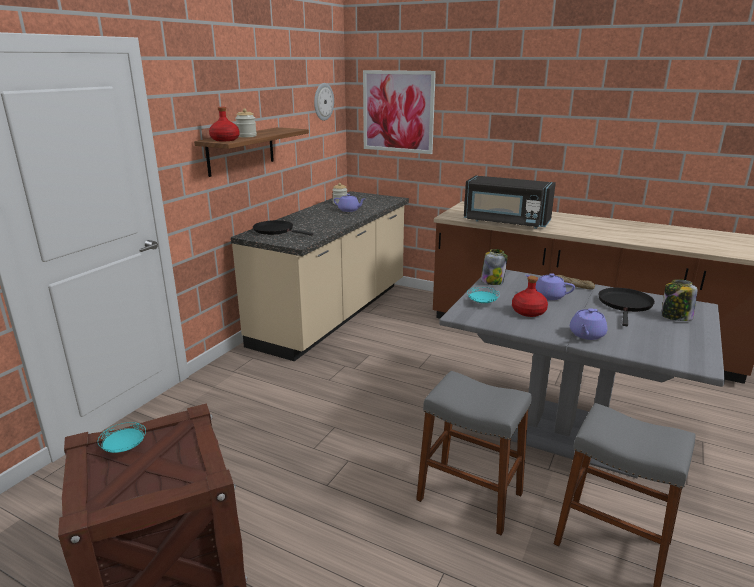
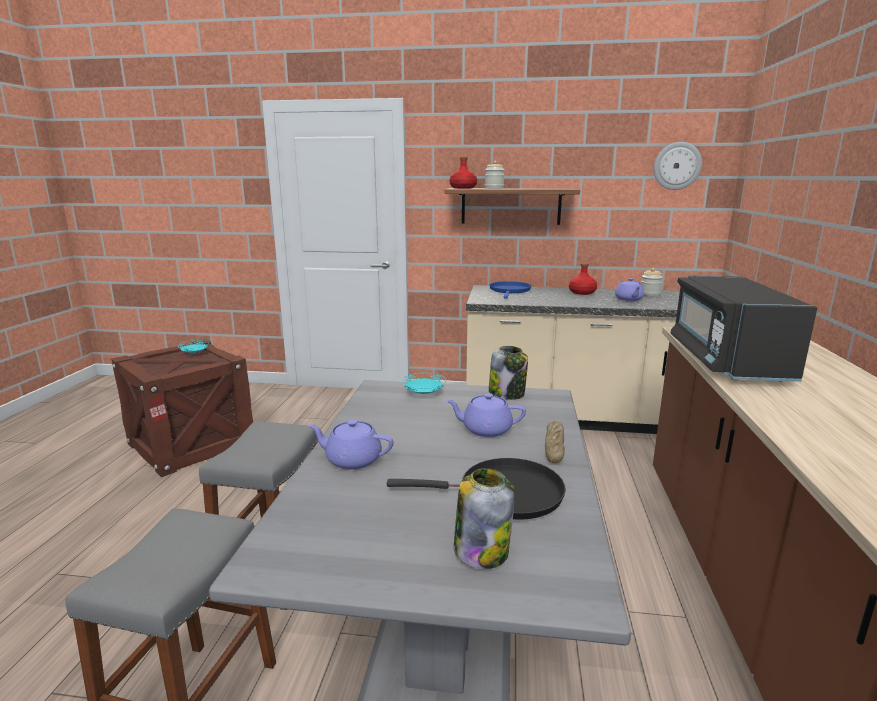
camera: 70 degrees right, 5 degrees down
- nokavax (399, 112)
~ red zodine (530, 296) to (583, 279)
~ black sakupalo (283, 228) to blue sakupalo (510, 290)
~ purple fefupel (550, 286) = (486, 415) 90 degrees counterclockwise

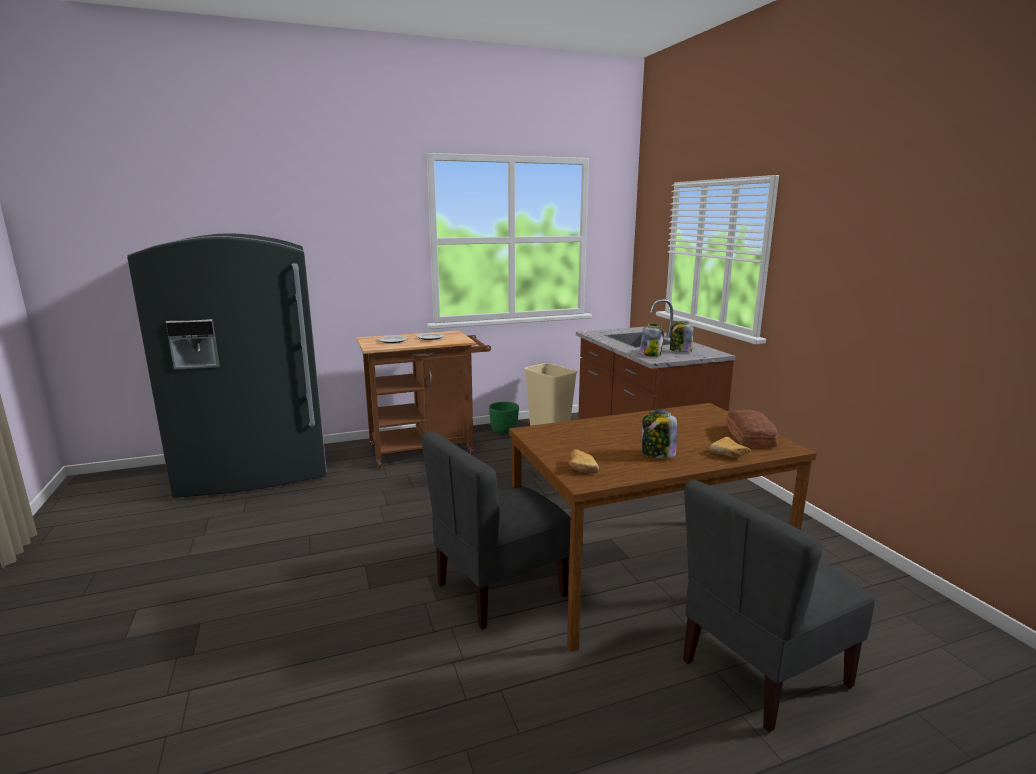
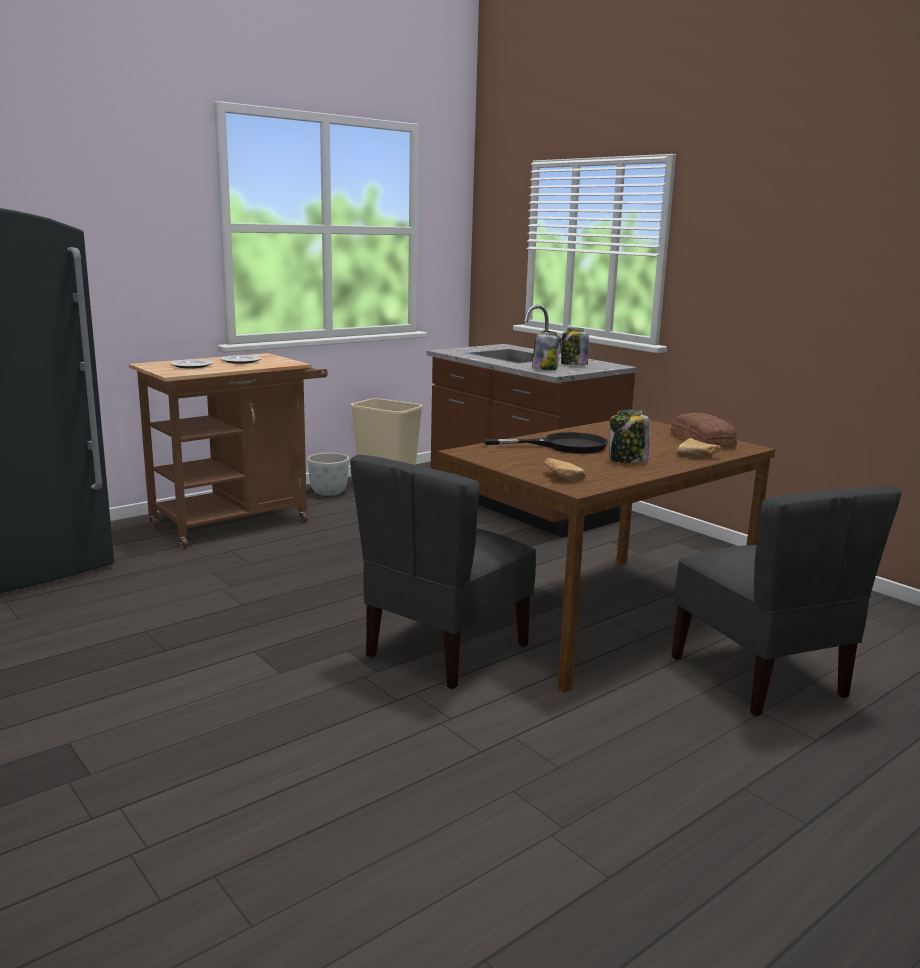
camera: 20 degrees left, 0 degrees up
+ black sakupalo (546, 443)
~ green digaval (504, 418) to grey digaval (328, 474)
~ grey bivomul (779, 606) = (786, 601) 60 degrees counterclockwise

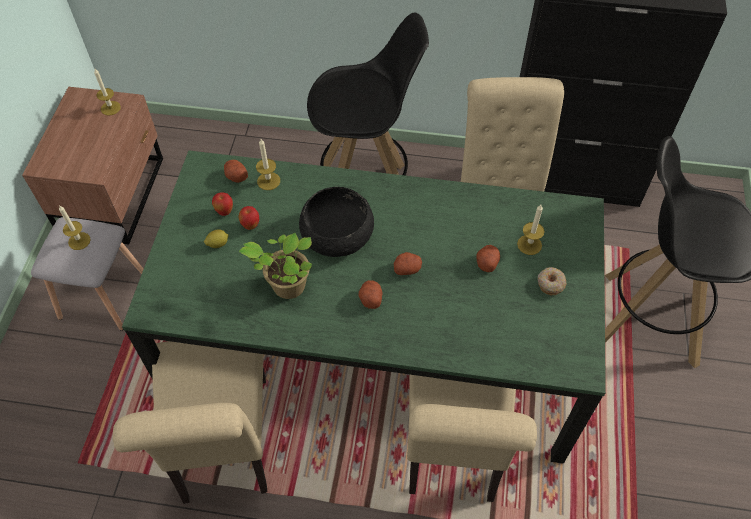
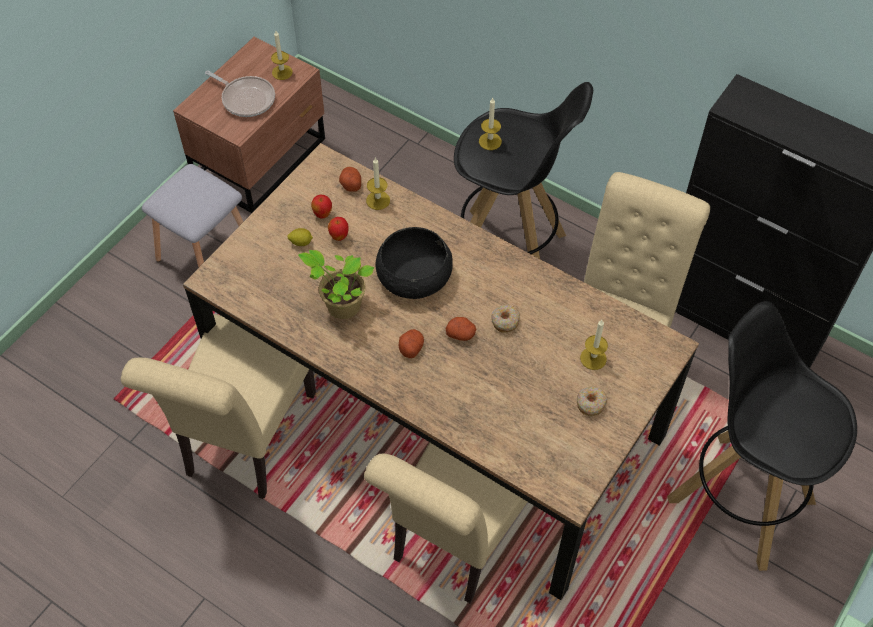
camera: 25 degrees right, 0 degrees up
- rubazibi (488, 258)
+ sakupalo (240, 93)
+ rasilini (505, 319)
~ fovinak (75, 227) to (490, 124)
~ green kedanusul (364, 307) to brown kedanusul (441, 371)

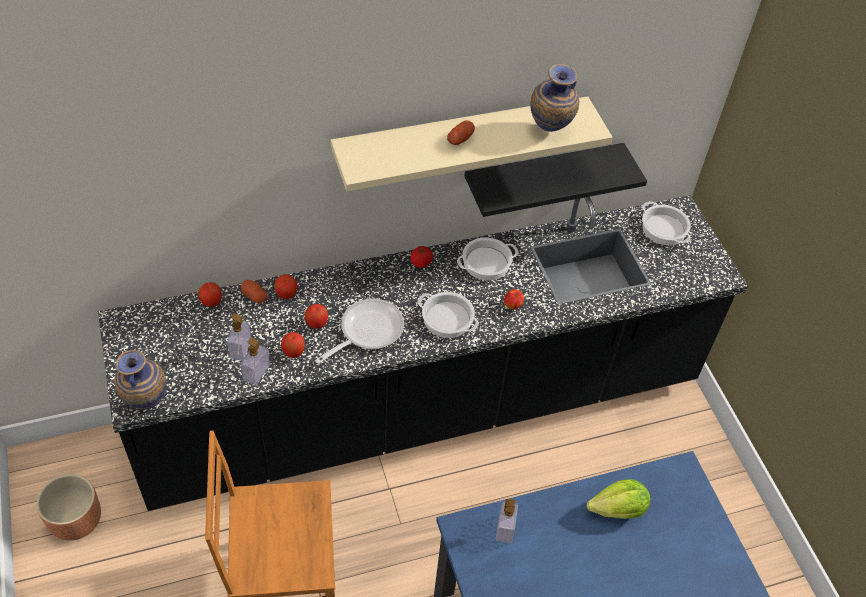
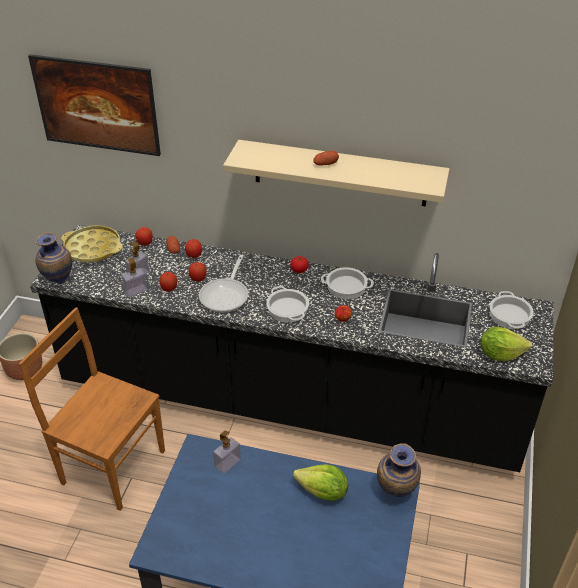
camera: 35 degrees right, 10 degrees down
- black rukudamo (555, 180)
+ nokavax (94, 119)
+ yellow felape (92, 244)
+ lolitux (506, 344)
~ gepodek (555, 98) to (399, 470)
~ sakupalo (359, 331) = (223, 284) 120 degrees clockwise

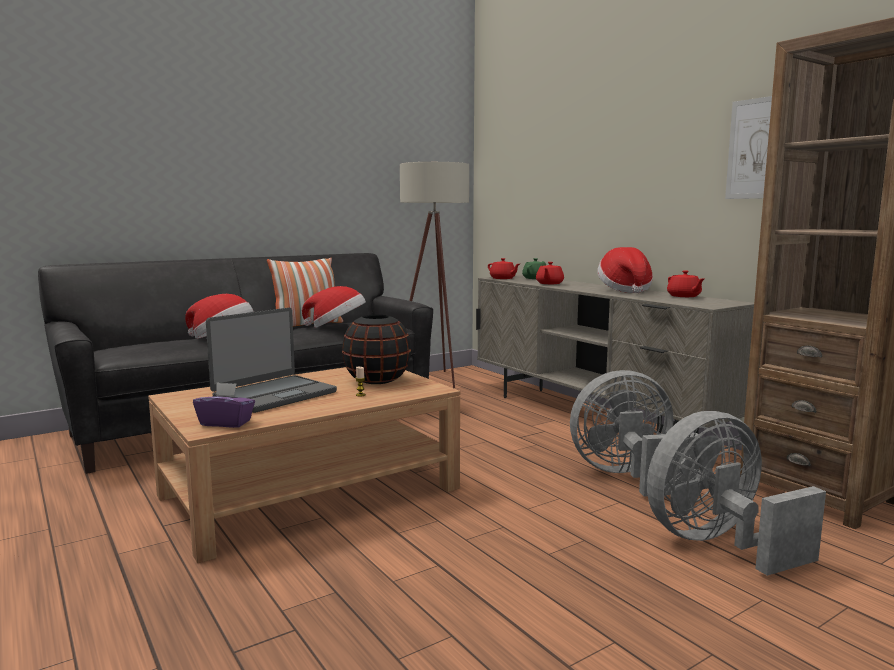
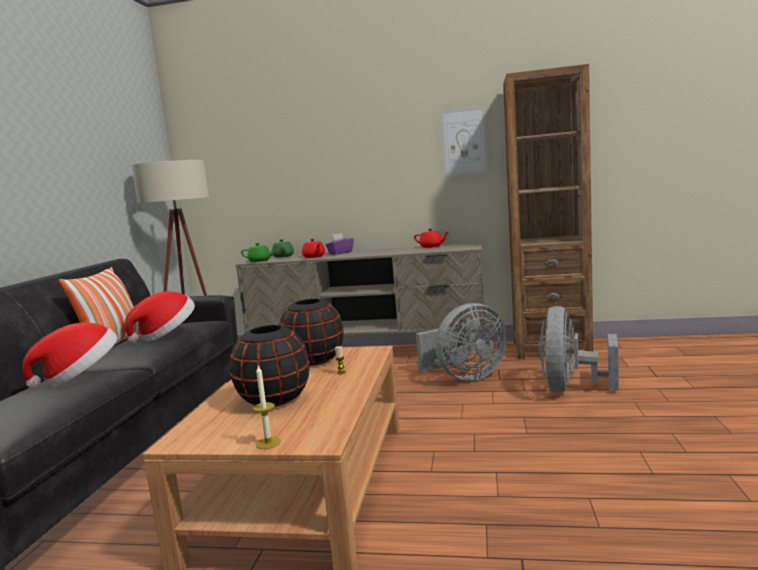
camera: 45 degrees left, 0 degrees up
- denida (625, 270)
+ fovinak (267, 407)
~ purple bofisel (224, 405) to (340, 244)
~ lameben (271, 360) to black gepodek (270, 366)
~ red fefupel (504, 268) to green fefupel (259, 252)
~ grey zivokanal (636, 433) = (461, 342) 150 degrees counterclockwise

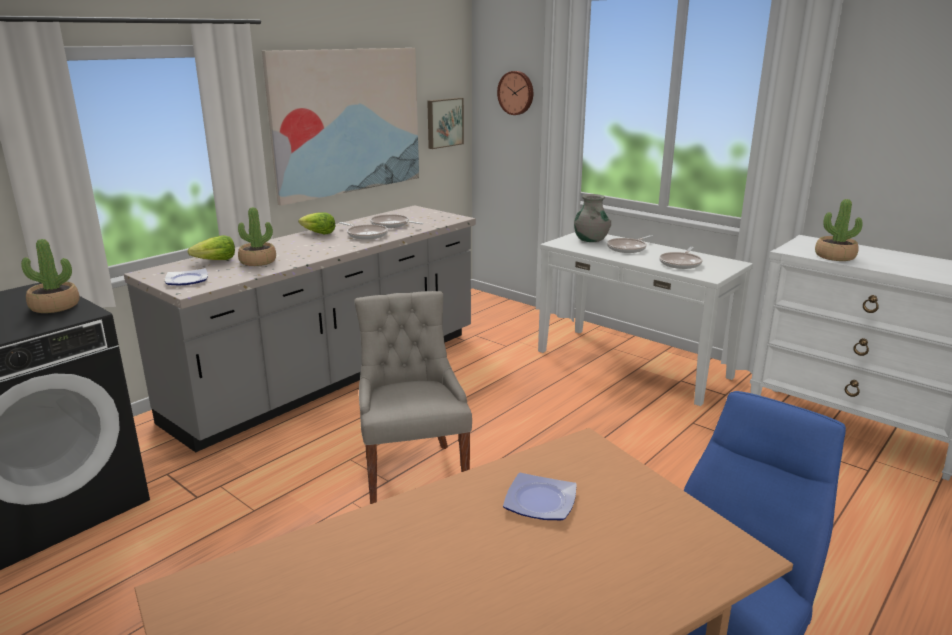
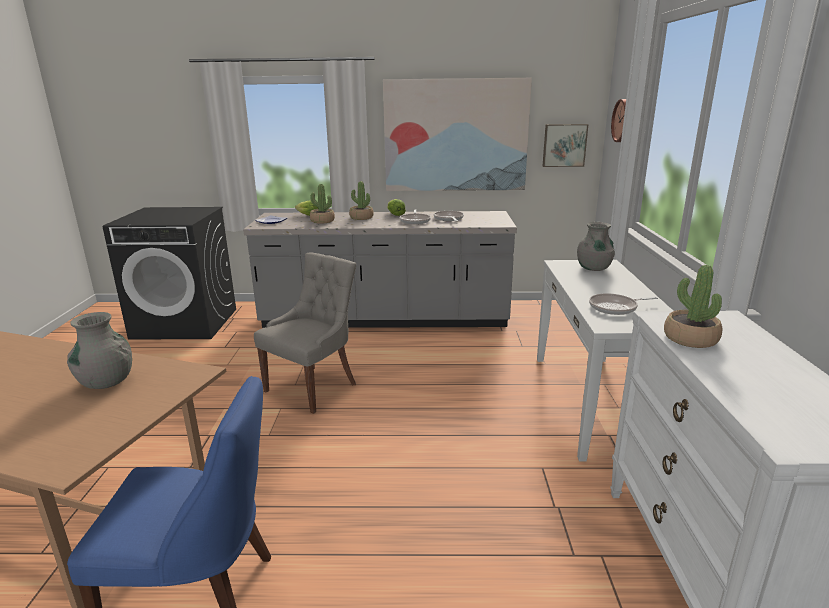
camera: 50 degrees right, 0 degrees up
- sakupalo (630, 244)
~ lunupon (50, 276) to (361, 200)
~ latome (540, 496) to grey gepodek (99, 350)

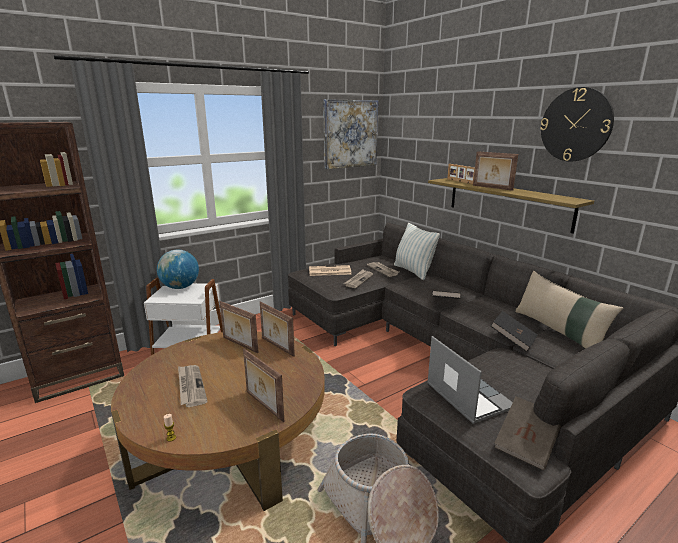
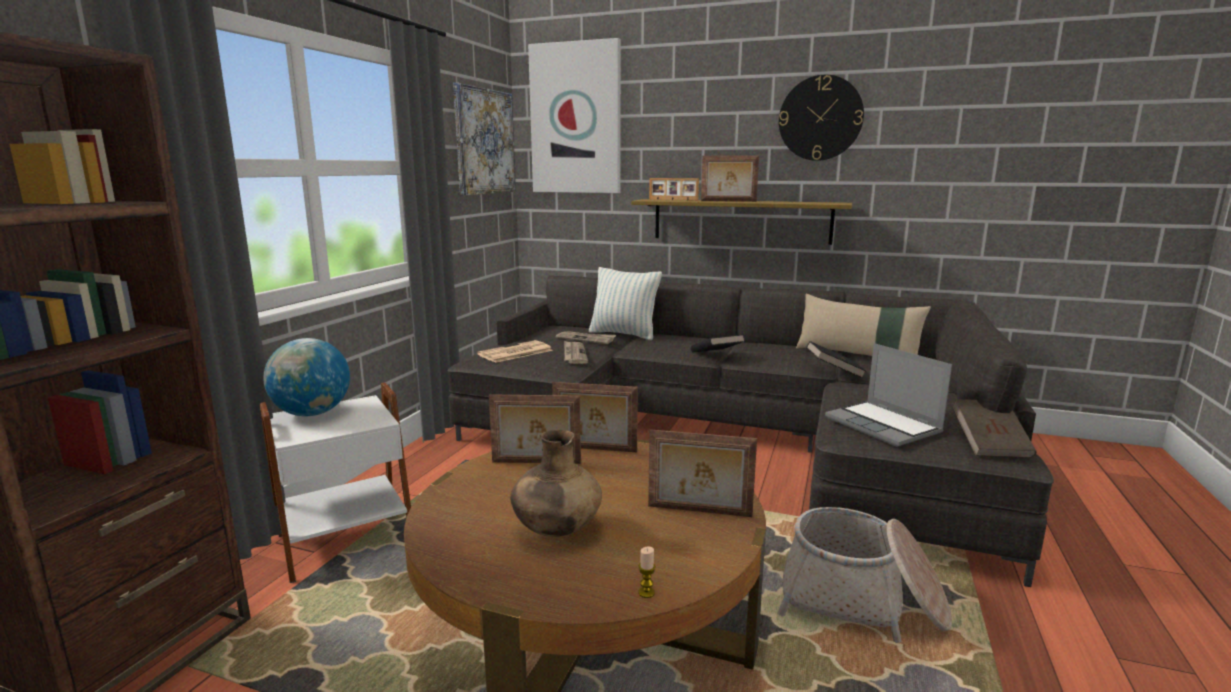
camera: 35 degrees left, 5 degrees down
+ nokavax (574, 115)
~ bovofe (193, 386) to brown gepodek (556, 483)
~ lameben (470, 380) = (888, 395) 150 degrees counterclockwise

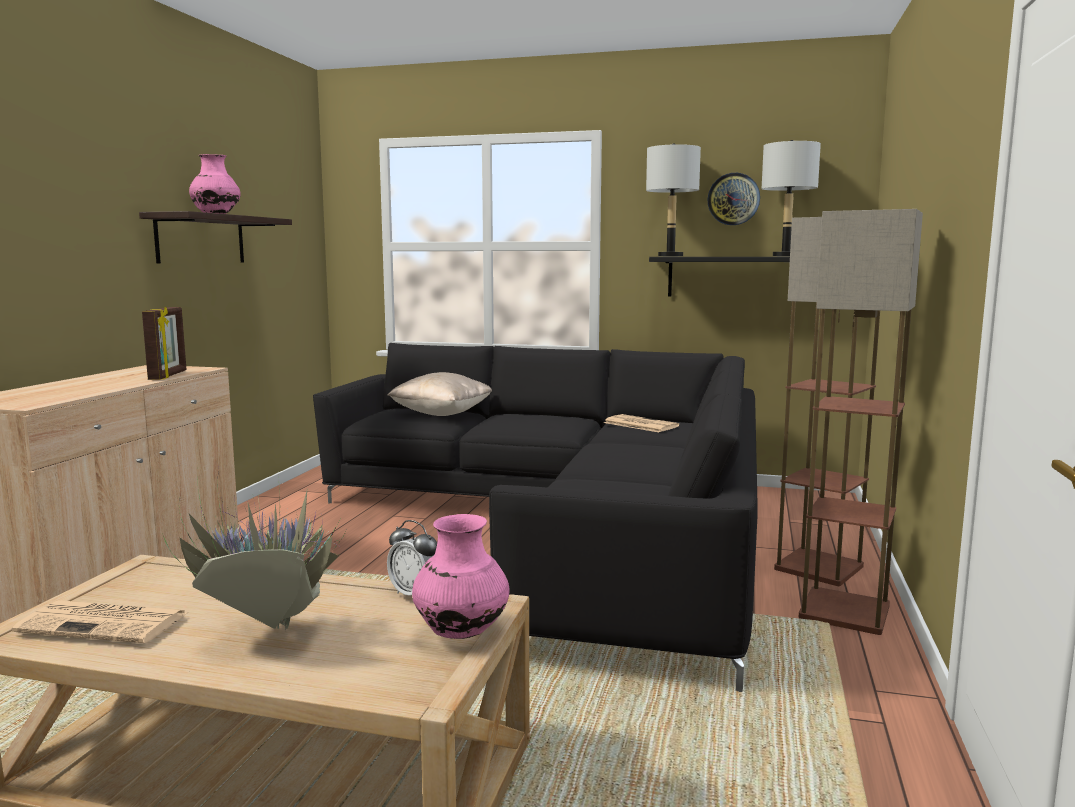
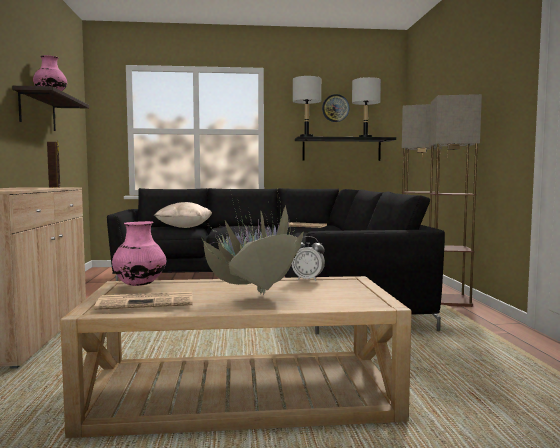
camera: 20 degrees left, 5 degrees down
~ pink gepodek (460, 576) to (139, 253)

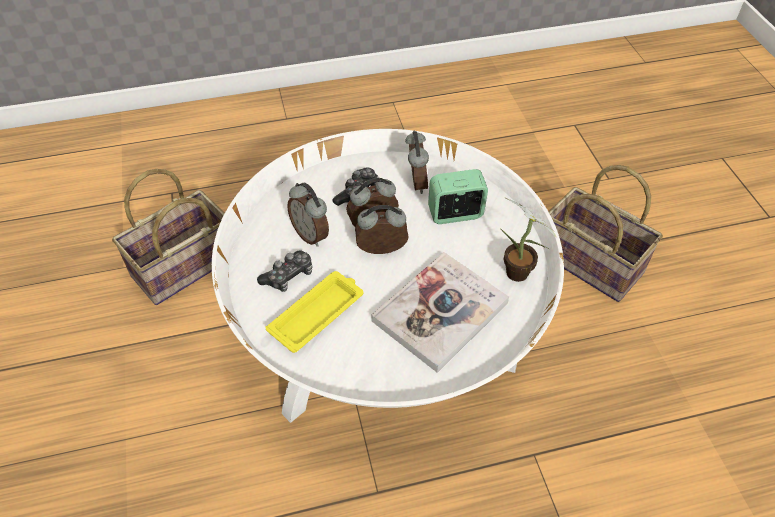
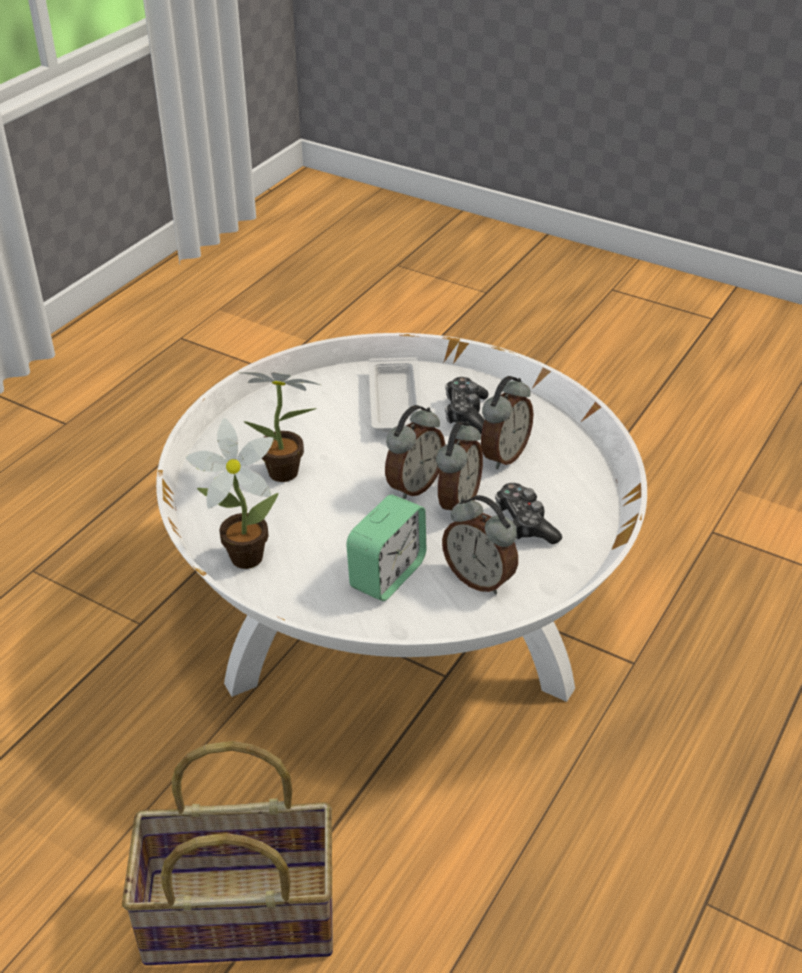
camera: 135 degrees right, 10 degrees down
- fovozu (168, 237)
~ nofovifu (440, 312) to lunupon (281, 427)
~ yellow felape (315, 312) to white felape (396, 394)
~ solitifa (308, 215) = (507, 422) 120 degrees clockwise

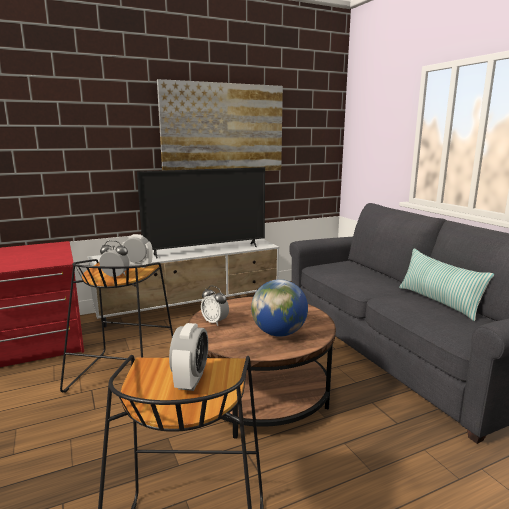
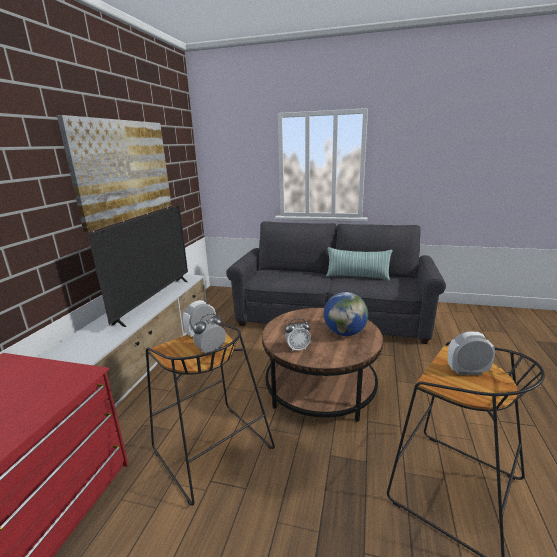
camera: 50 degrees left, 5 degrees up
~ solitifa (188, 357) = (471, 353) 45 degrees counterclockwise

